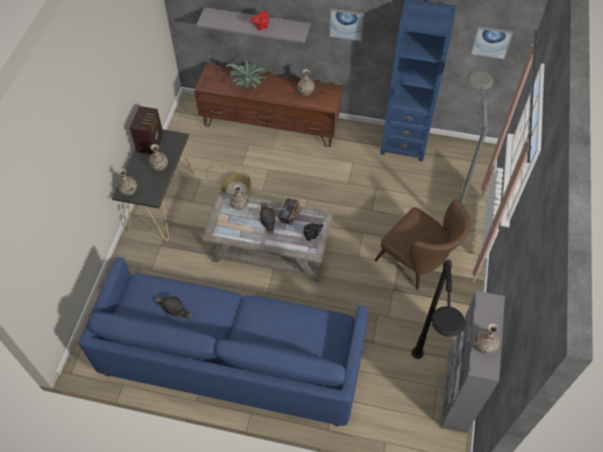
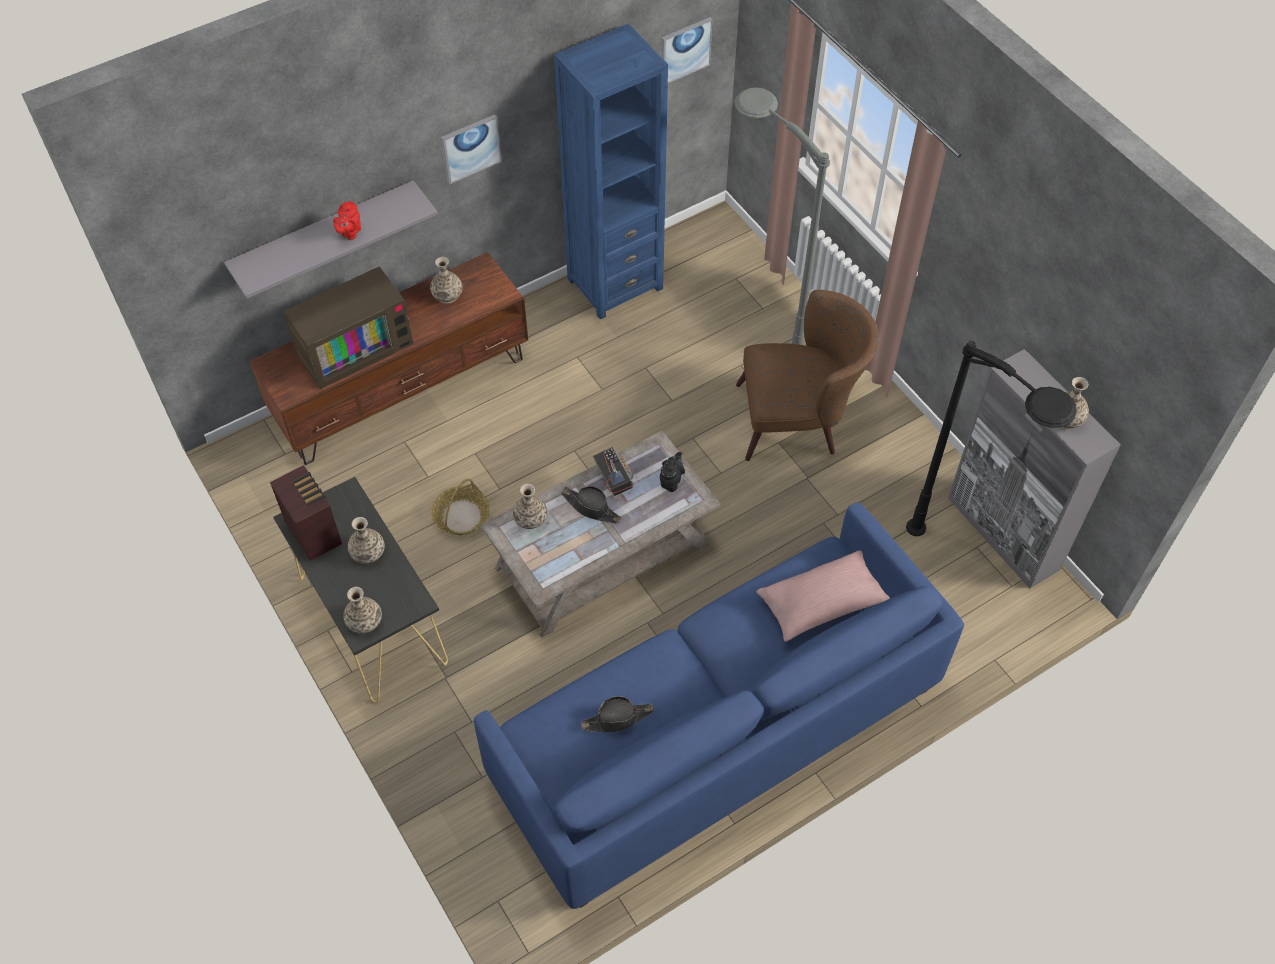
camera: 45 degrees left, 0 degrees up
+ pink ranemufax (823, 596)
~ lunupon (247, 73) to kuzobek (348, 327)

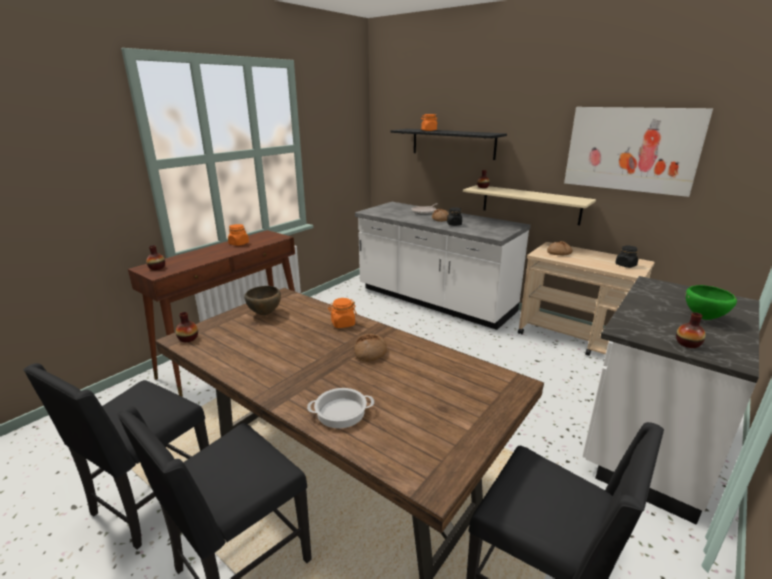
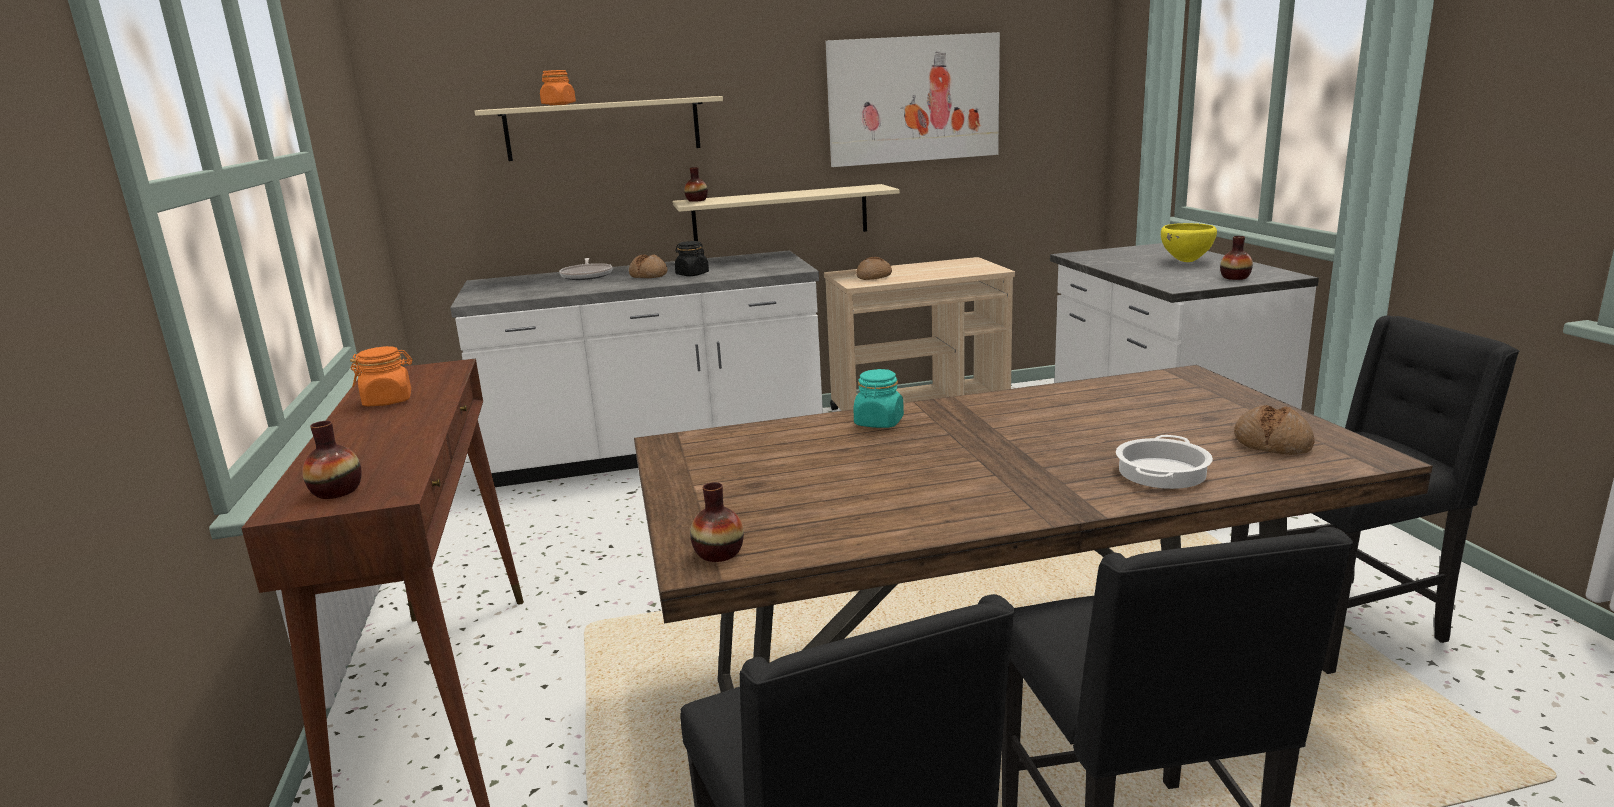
camera: 50 degrees left, 5 degrees down
- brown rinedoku (262, 300)
- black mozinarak (626, 256)
~ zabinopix (370, 347) to (1274, 430)
~ orange mozinarak (342, 313) to turquoise mozinarak (878, 398)
~ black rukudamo (448, 144) to beige rukudamo (599, 128)
~ green rinedoku (711, 302) to yellow rinedoku (1189, 242)

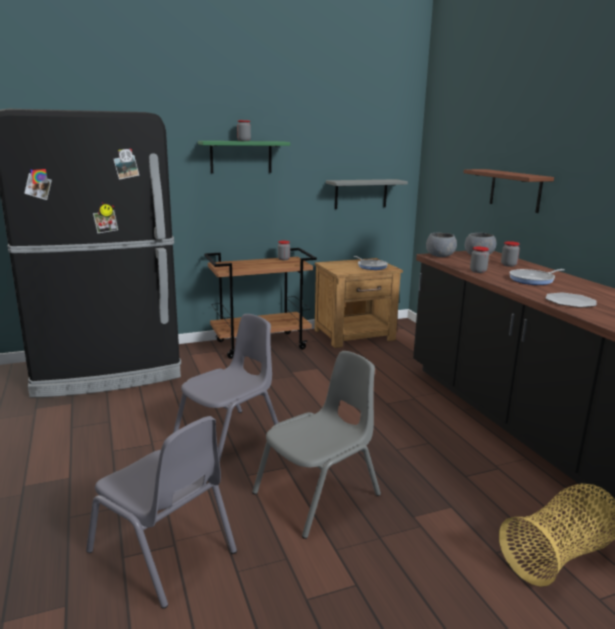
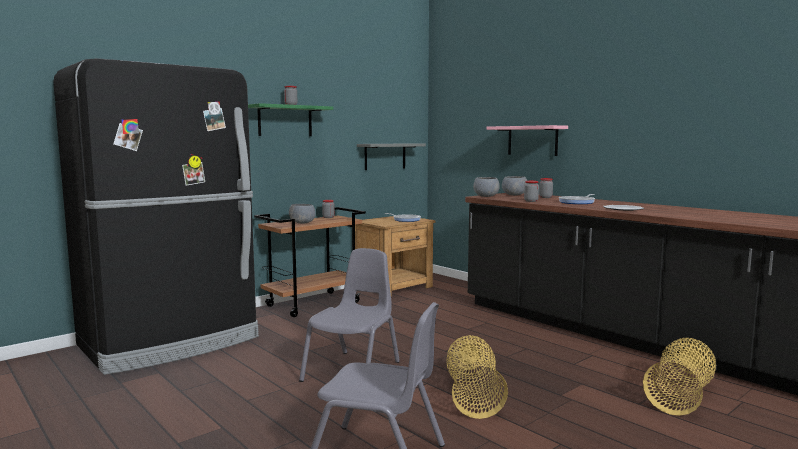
camera: 20 degrees left, 10 degrees down
+ grey rinedoku (302, 213)
~ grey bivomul (316, 445) to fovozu (477, 377)
~ brown rukudamo (508, 191) to pink rukudamo (527, 140)

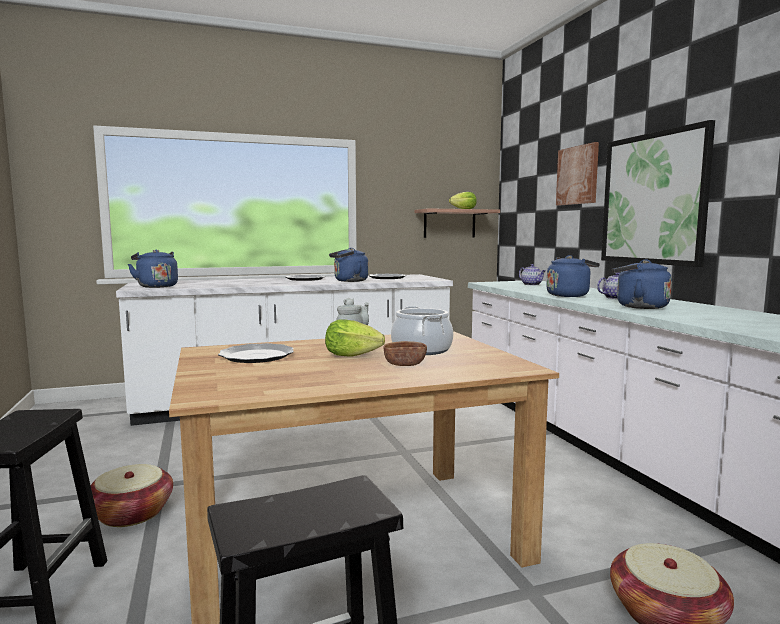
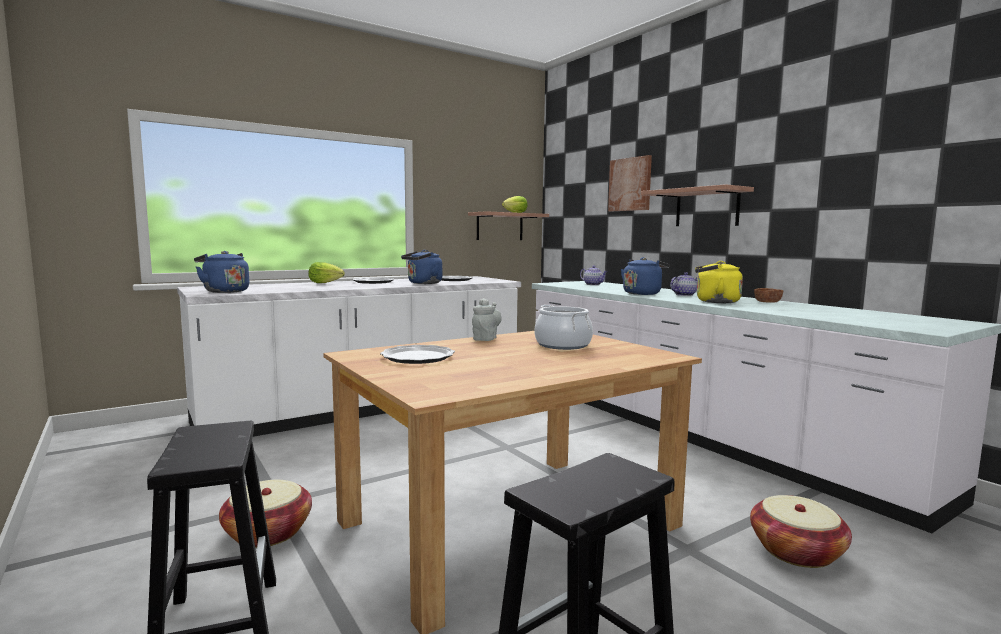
camera: 15 degrees left, 0 degrees up
~ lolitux (355, 338) to (326, 272)
~ brown rinedoku (405, 353) to (768, 295)
~ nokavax (658, 193) to rukudamo (697, 205)
~ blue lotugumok (642, 284) to yellow lotugumok (719, 282)

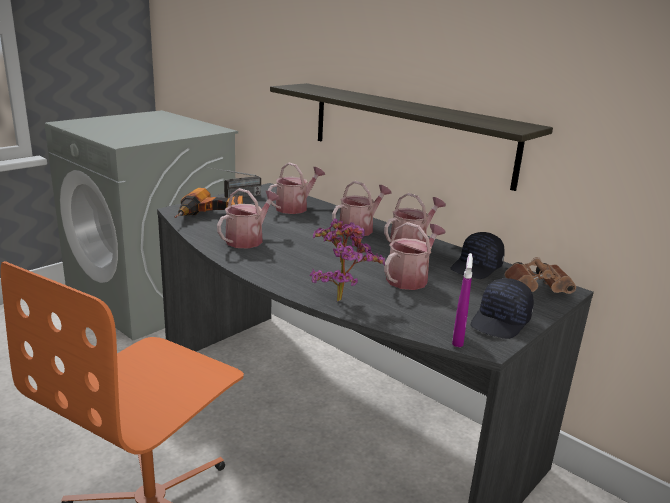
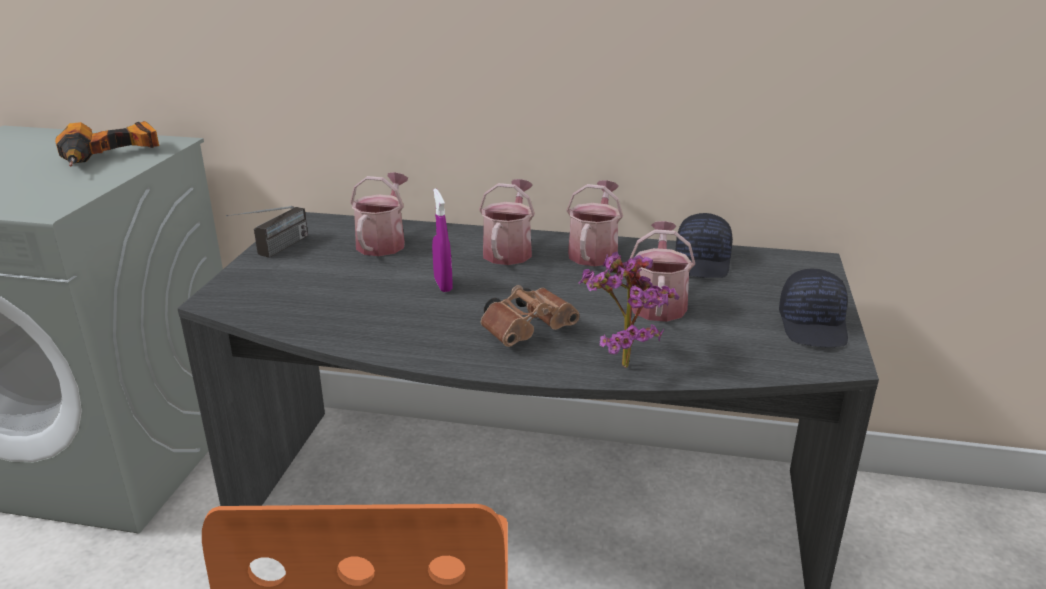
camera: 30 degrees left, 5 degrees up
- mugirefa (248, 218)
- rukudamo (411, 137)
~ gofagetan (209, 203) to (107, 144)
~ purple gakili (462, 300) to (442, 240)
~ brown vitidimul (540, 275) to (530, 316)

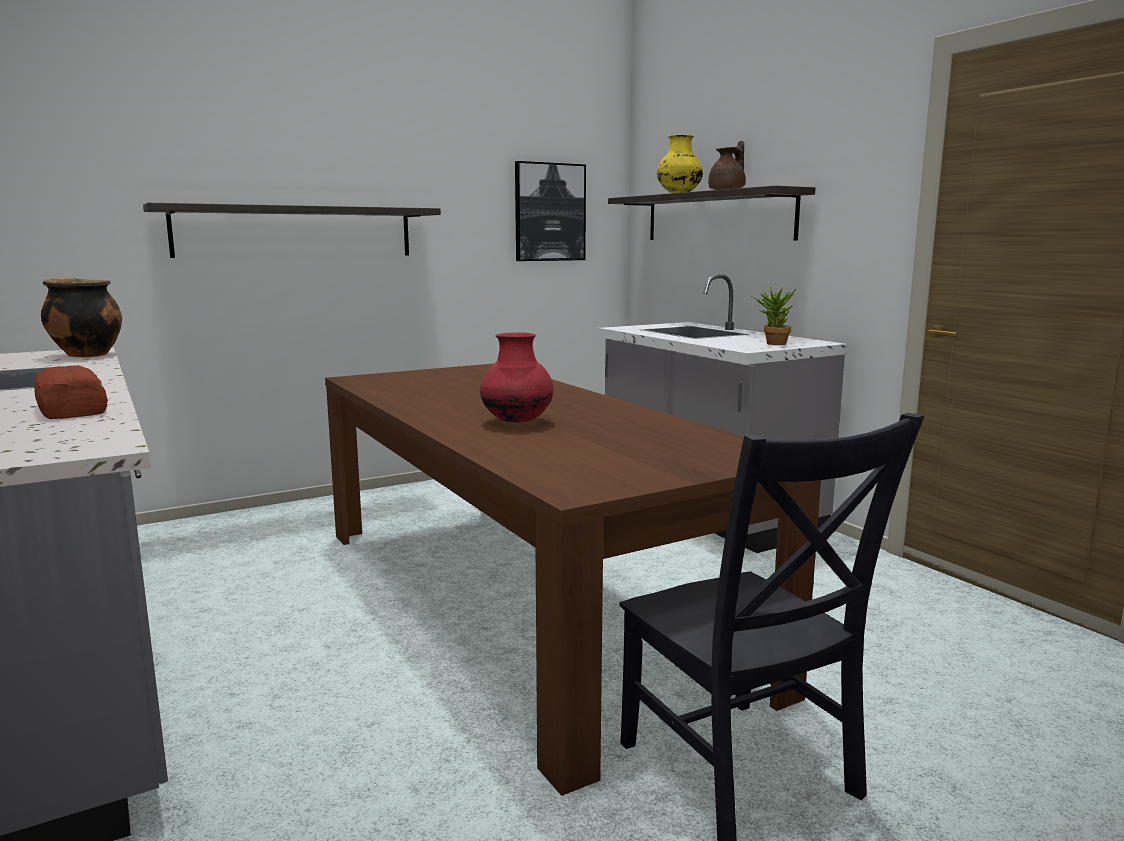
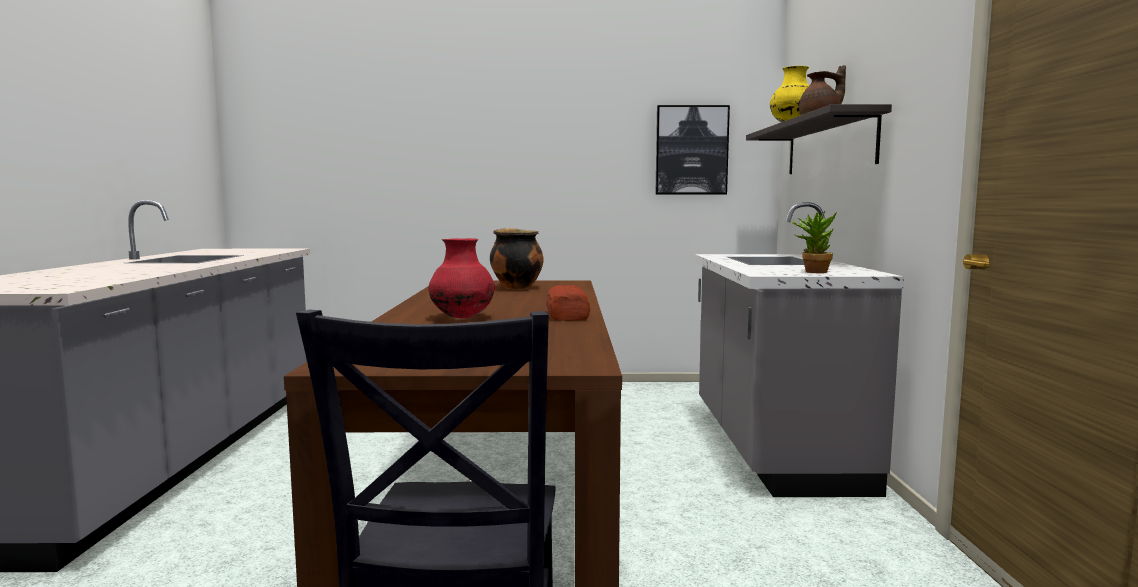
camera: 30 degrees right, 5 degrees down
- rukudamo (292, 230)
~ zabinopix (71, 392) to (568, 302)
~ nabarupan (81, 317) to (517, 259)

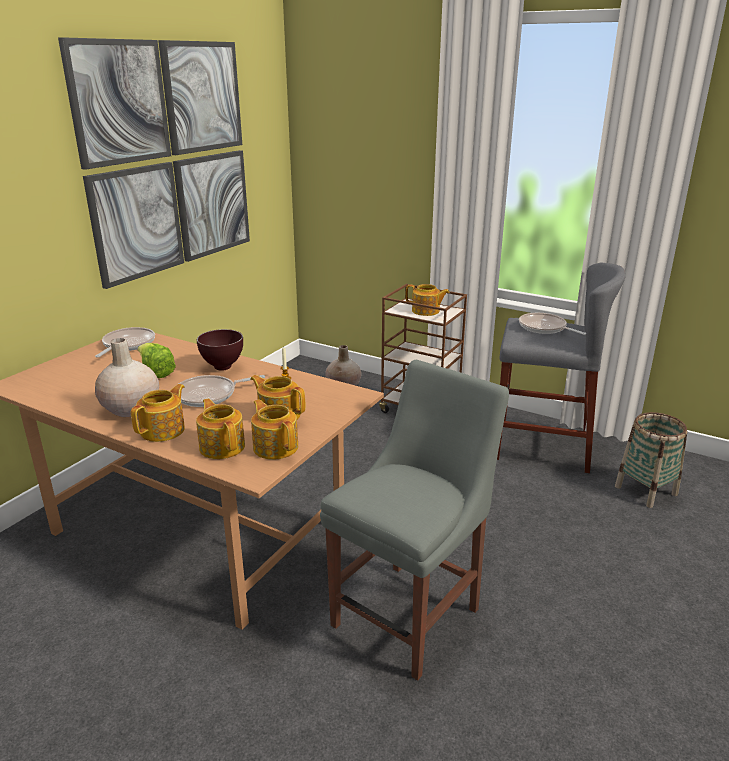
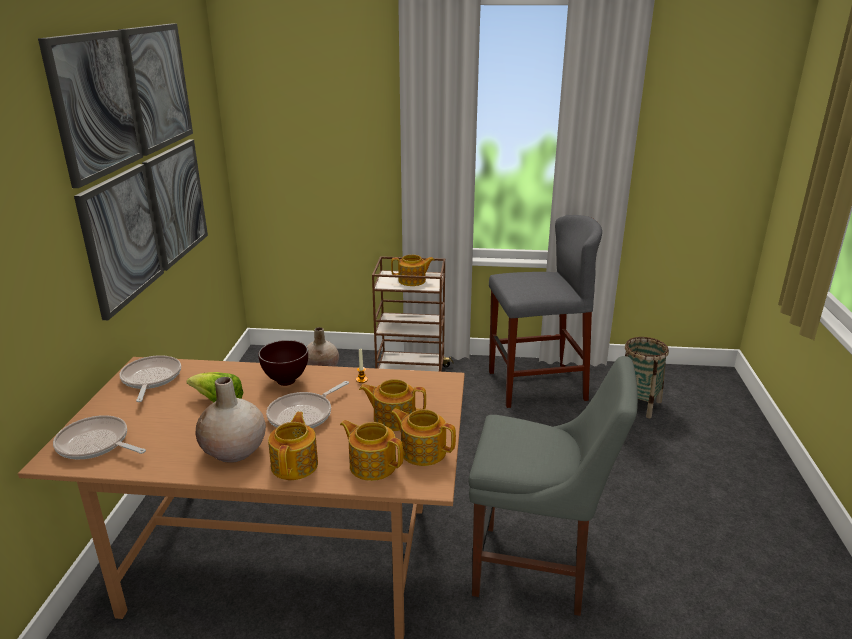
camera: 25 degrees left, 0 degrees up
~ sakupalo (552, 324) to (99, 437)
~ grey bivomul (414, 520) = (553, 486) 90 degrees clockwise

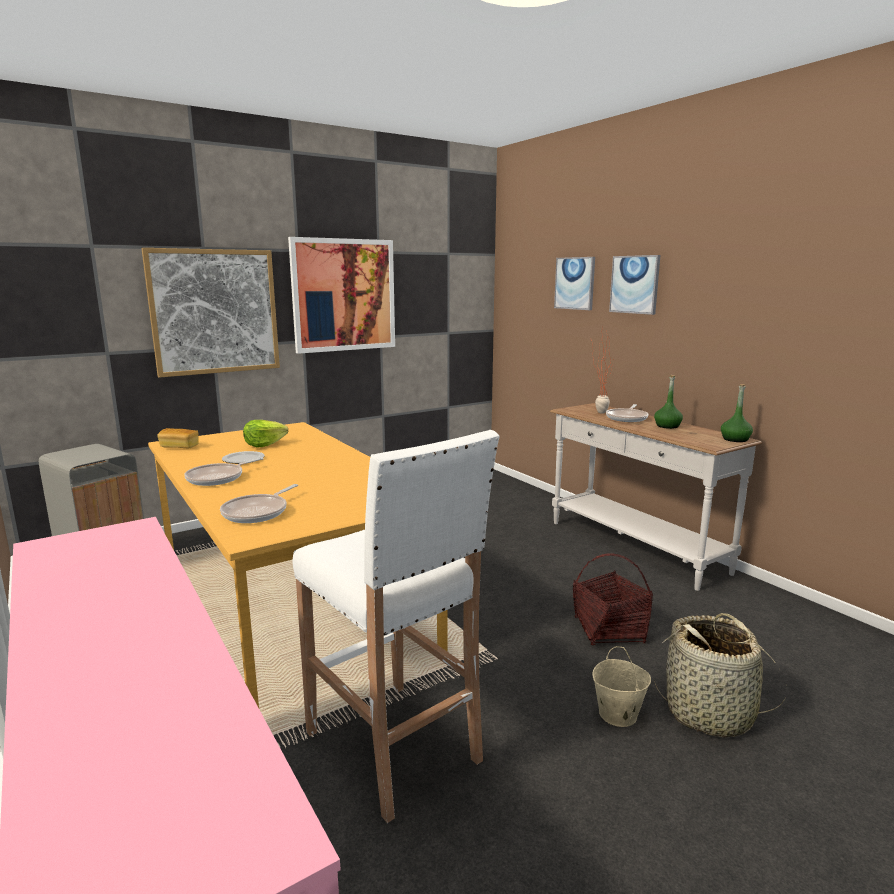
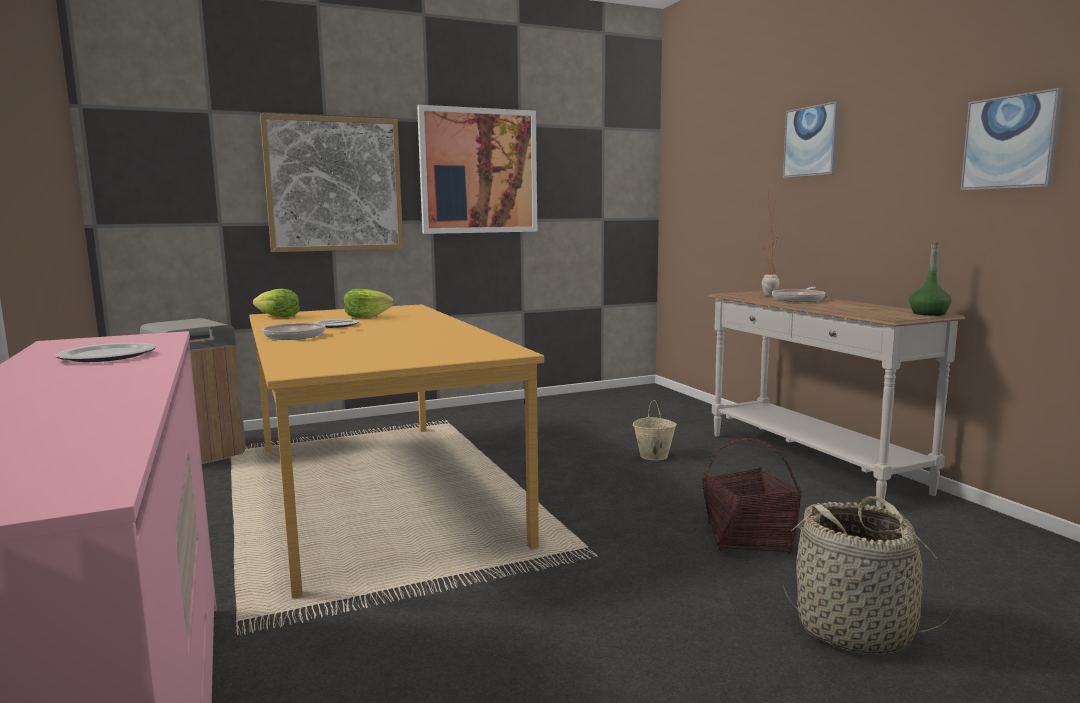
camera: 10 degrees right, 5 degrees down
- sakupalo (259, 503)
- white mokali (396, 626)
- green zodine (668, 402)
+ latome (105, 352)
~ nokavax (574, 283) to (1011, 139)
~ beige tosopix (621, 686) to (655, 430)
~ zabinopix (178, 438) to lolitux (276, 303)

